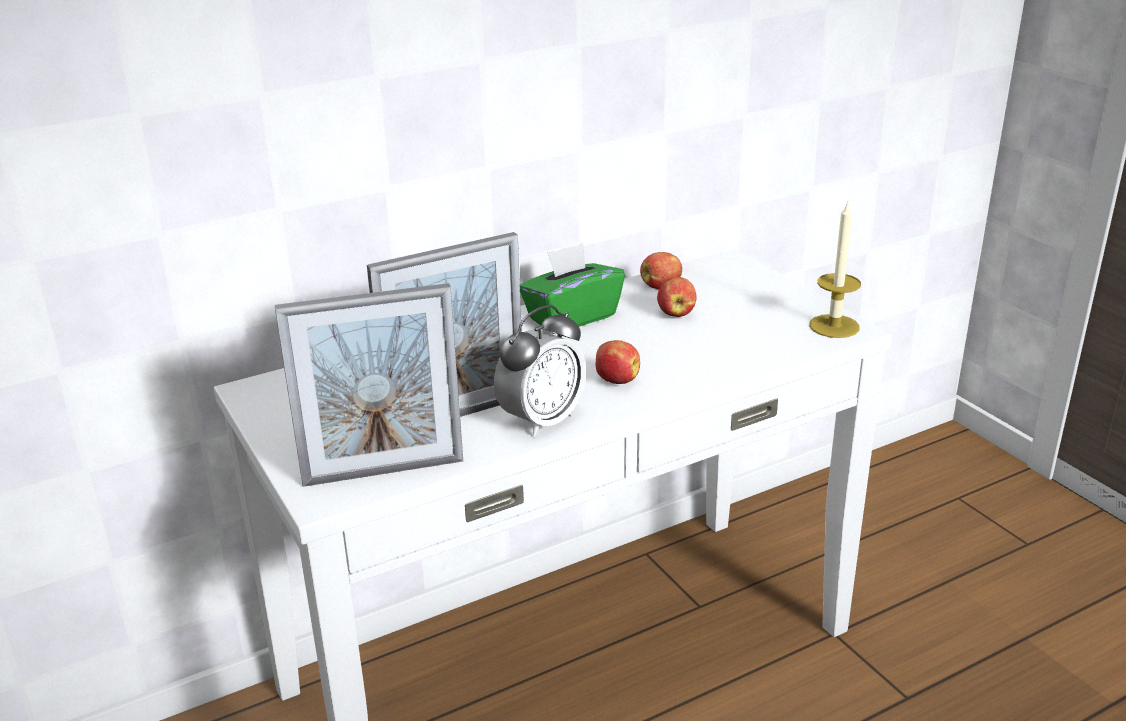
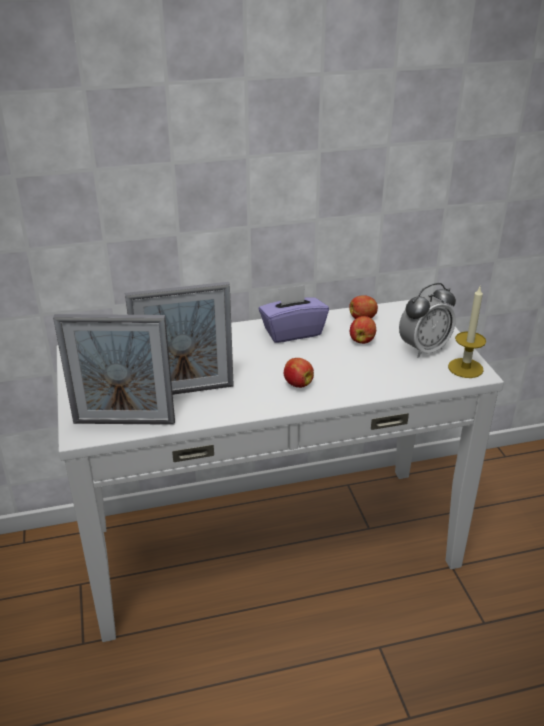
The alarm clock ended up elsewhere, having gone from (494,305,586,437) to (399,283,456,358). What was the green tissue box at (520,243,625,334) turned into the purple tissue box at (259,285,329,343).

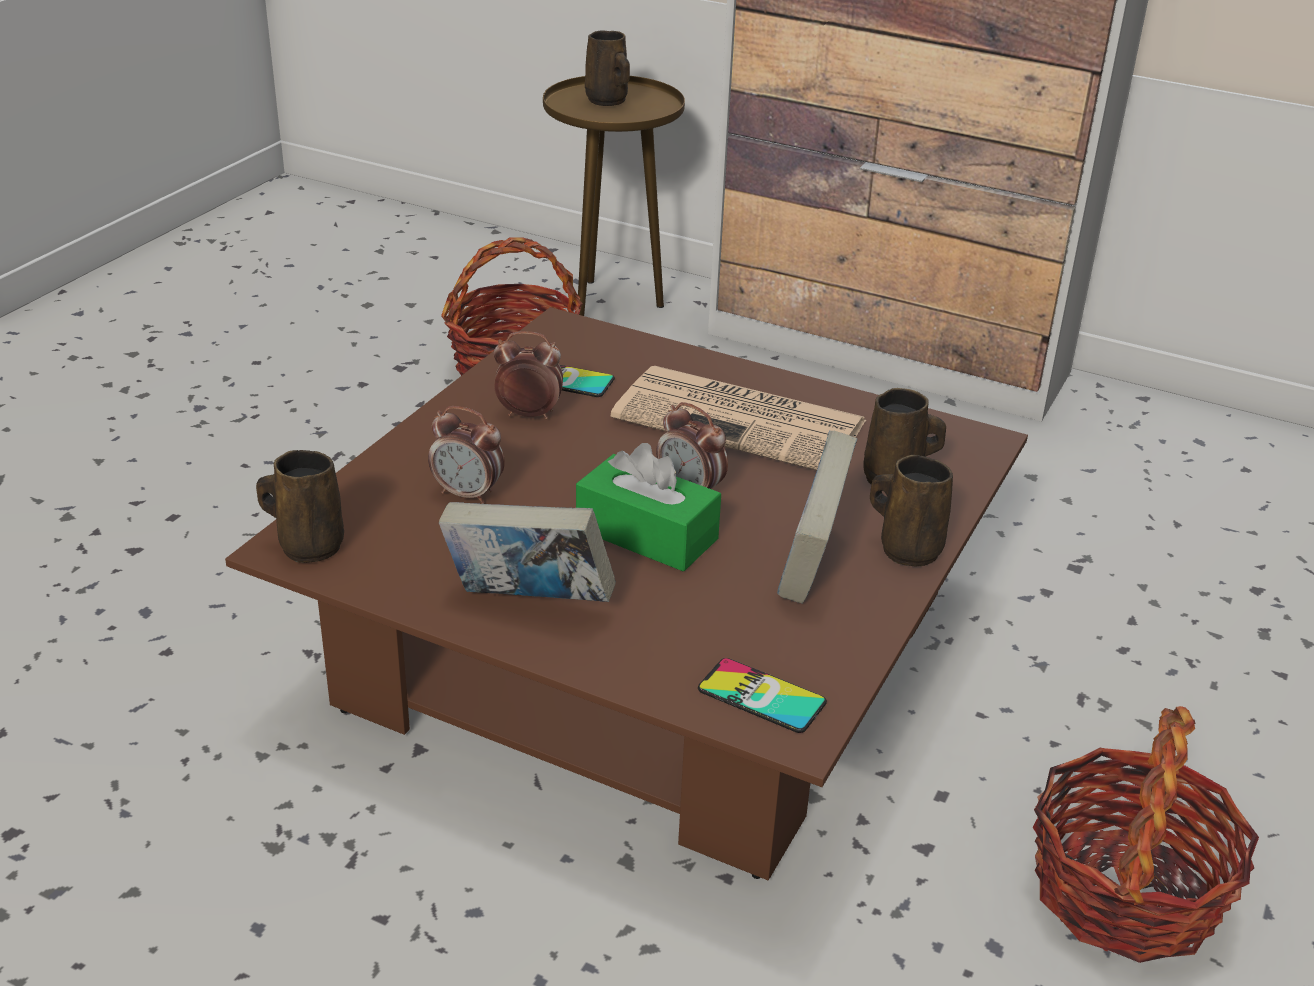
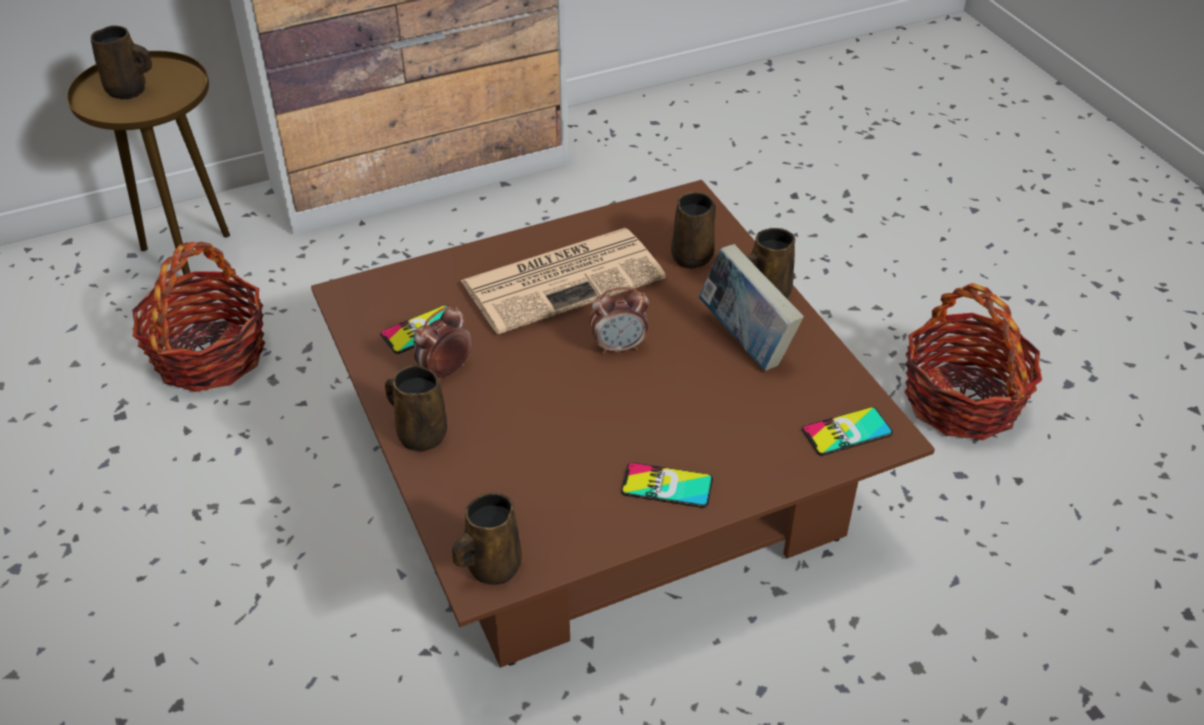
The second view lost the alarm clock at (428,406,505,504). The second view lost the green tissue box at (576,443,721,571). The second view gained the brown mug at (385,365,447,451). Where the book stood at (439,502,616,602), the phone came to stand at (621,462,713,508).

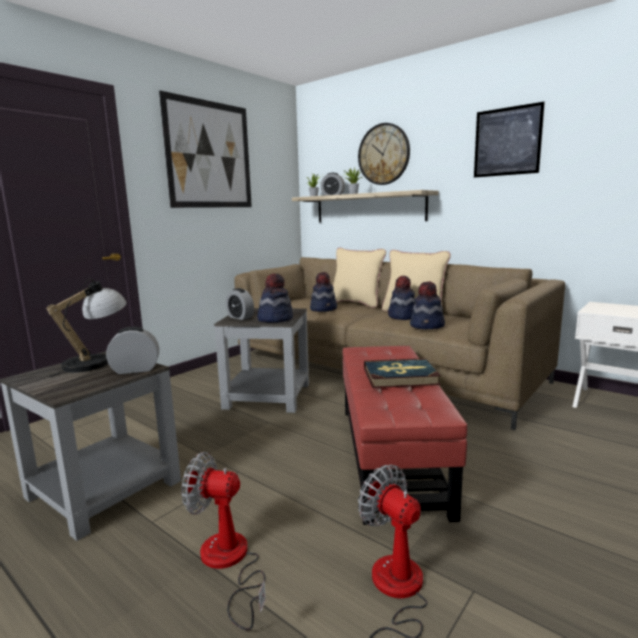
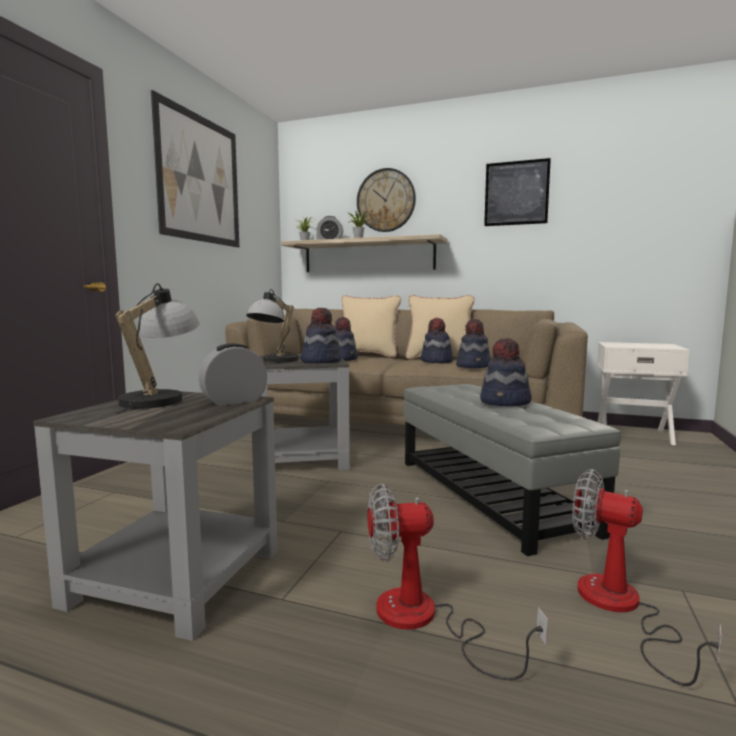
Where the alarm clock stood at (226,288,254,320), the table lamp came to stand at (246,289,298,363). Where the book stood at (364,358,441,388), the hat came to stand at (480,338,532,406). What was the red ottoman at (342,346,467,525) turned into the grey ottoman at (404,384,621,556).

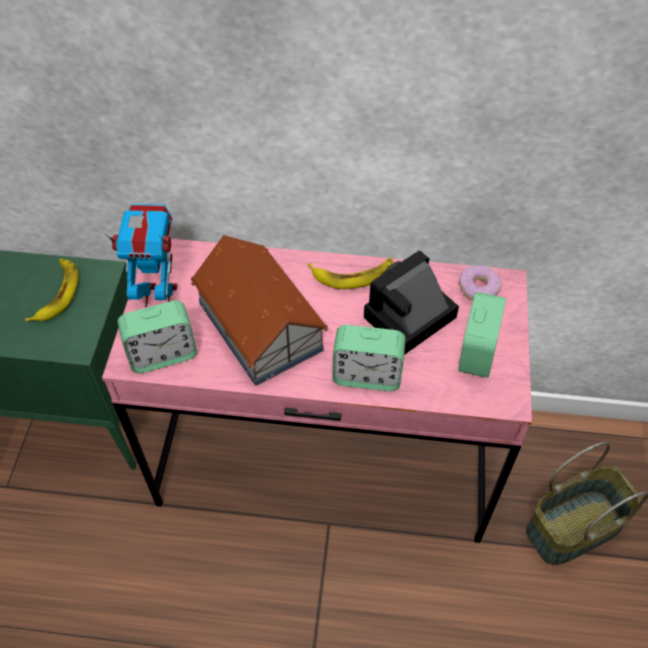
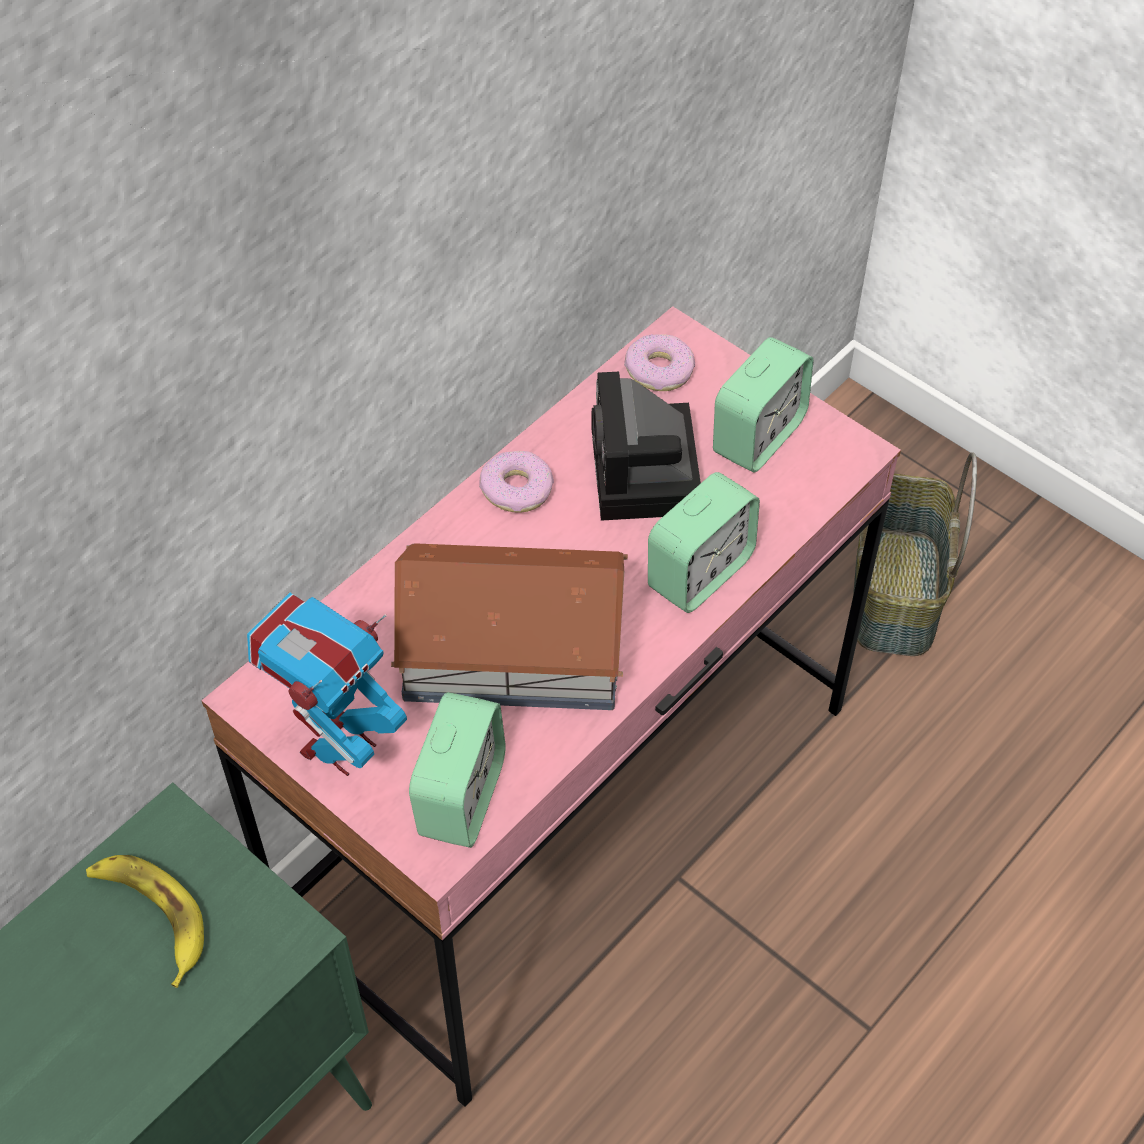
Where the banana stood at (308,258,393,289), the donut came to stand at (479,451,554,513). The alarm clock at (458,292,506,378) ended up facing another way, 75 degrees clockwise from before.

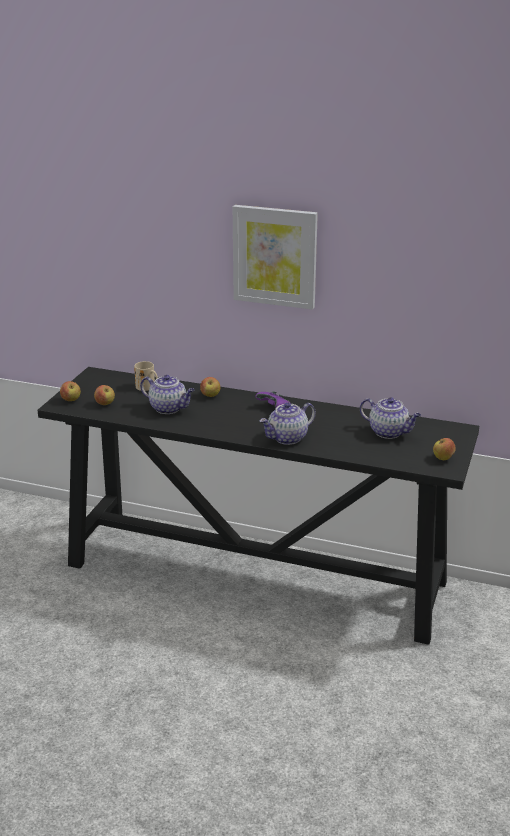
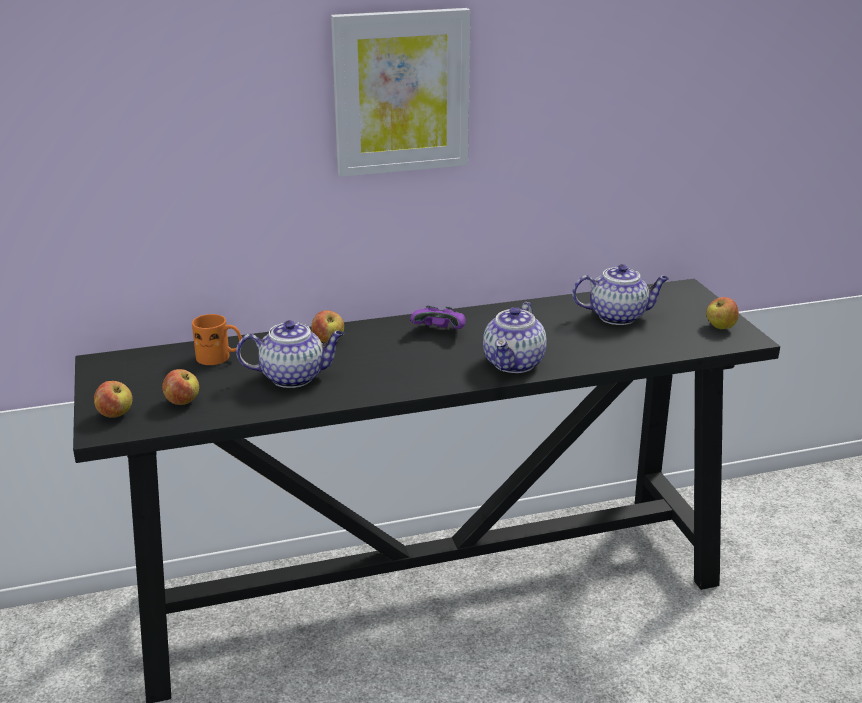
What was the beige mug at (134,361,158,391) turned into the orange mug at (192,314,242,365).

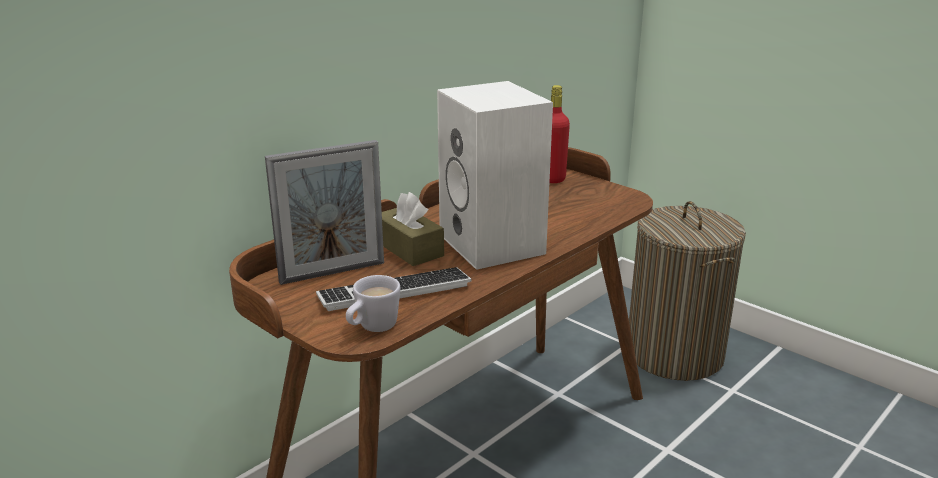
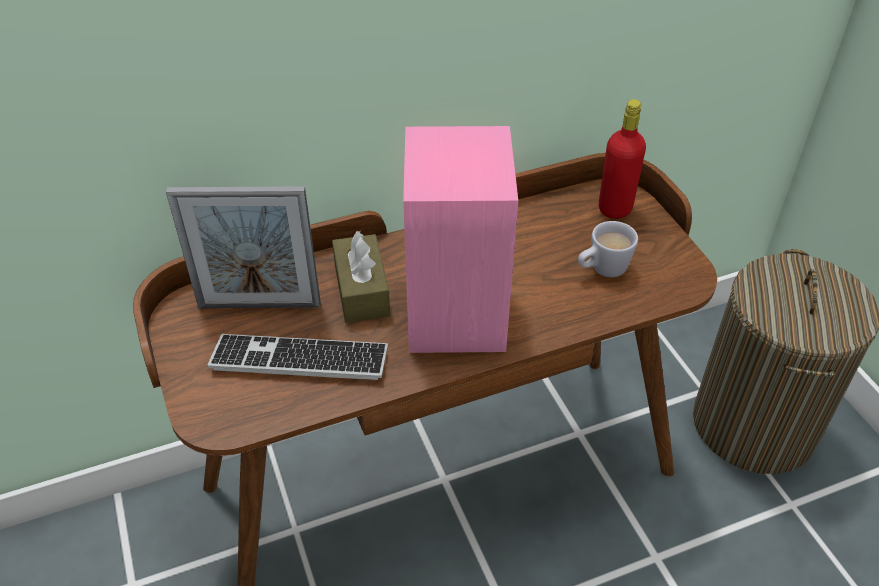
The white mug ended up elsewhere, having gone from (346,275,400,332) to (578,221,638,277). What was the white speaker at (437,81,553,270) turned into the pink speaker at (403,126,518,353).

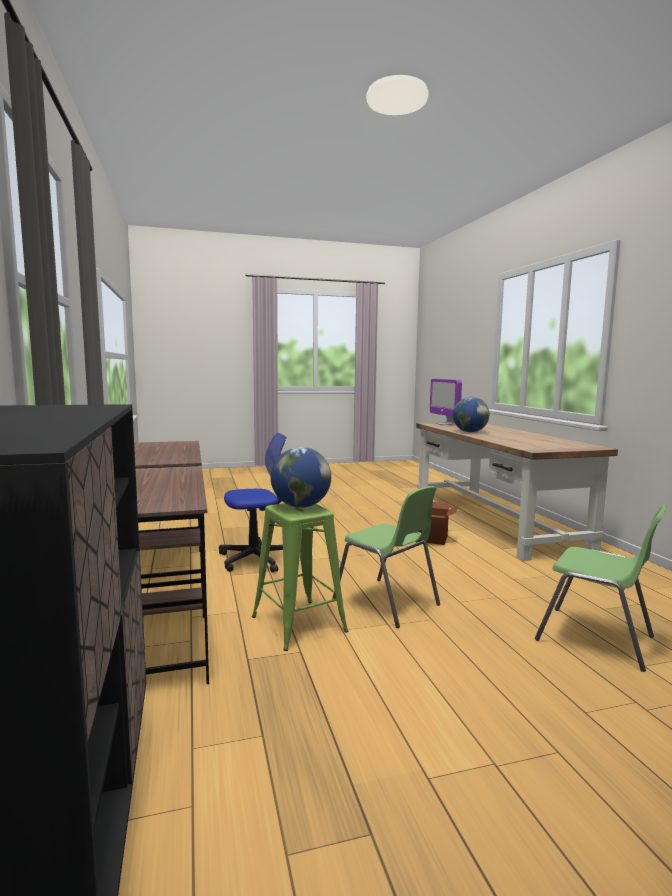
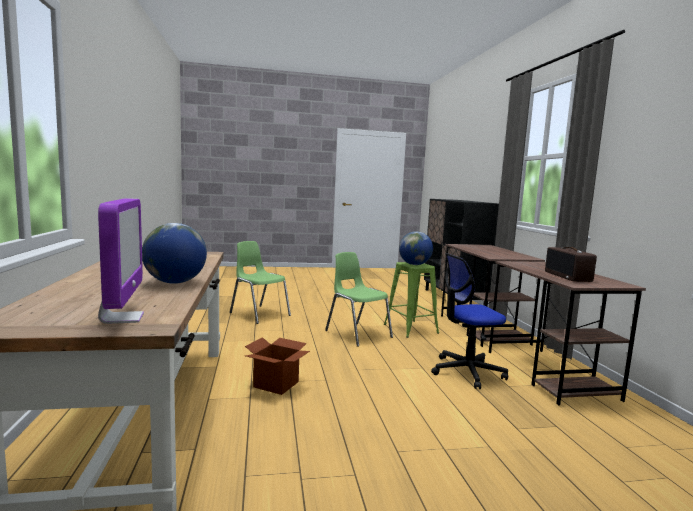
The second view gained the radio at (545,247,597,282).

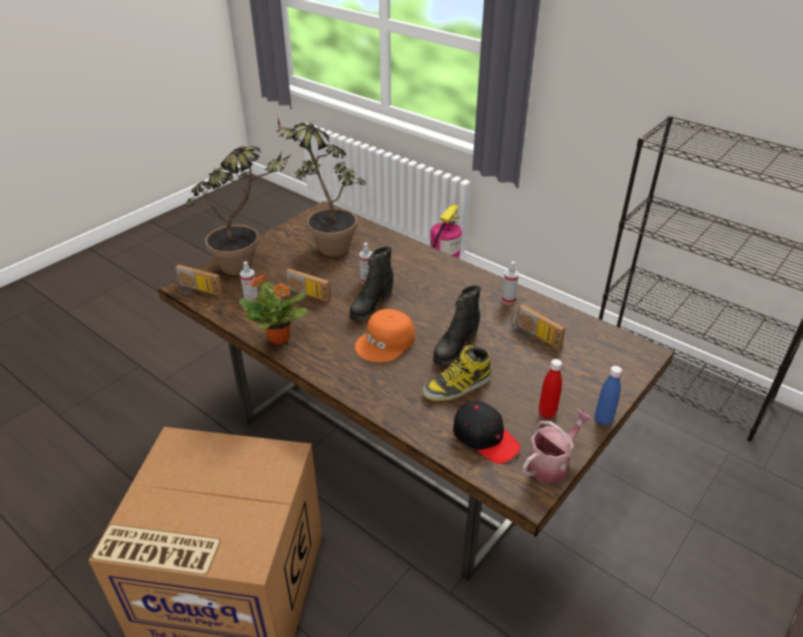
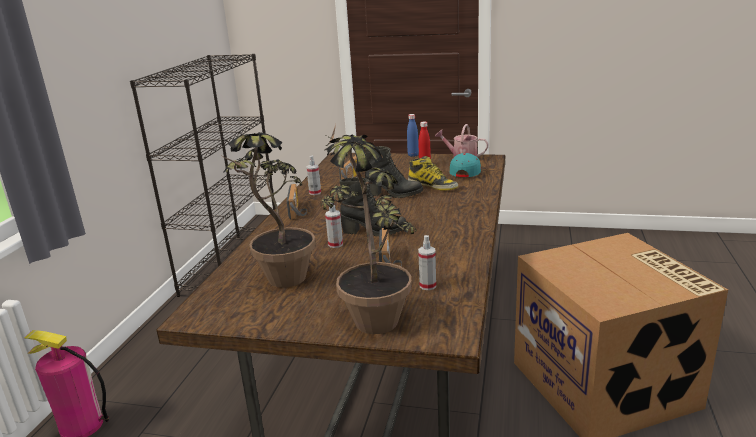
The second view lost the potted plant at (239,274,308,345). The second view lost the orange cap at (355,309,415,362). The radio ended up elsewhere, having gone from (172,264,223,296) to (287,184,307,220). What was the black cap at (453,401,521,464) turned into the turquoise cap at (450,153,481,177).

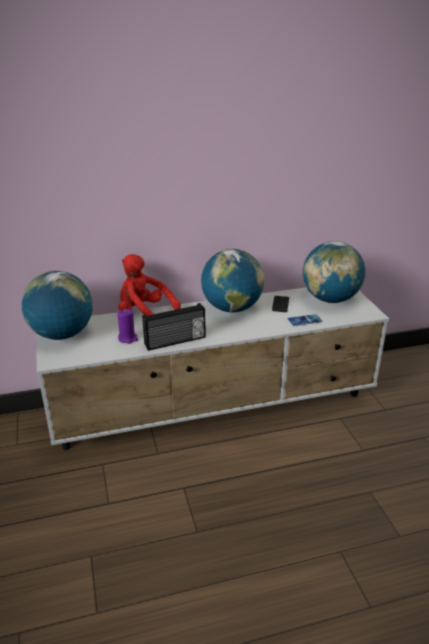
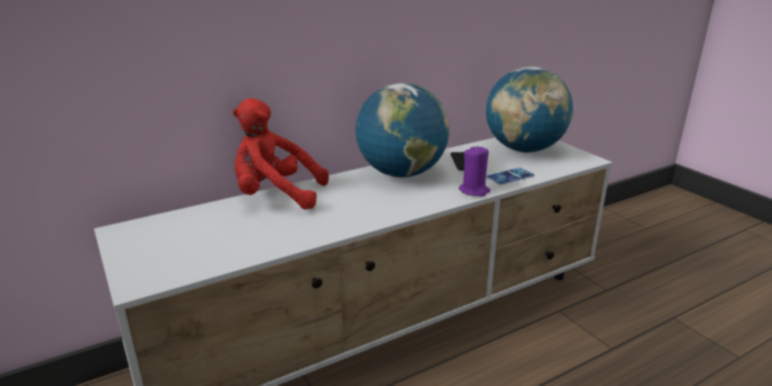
The second view lost the globe at (21,271,93,340). The second view lost the radio at (142,303,205,351). The purple candle ended up elsewhere, having gone from (118,309,138,344) to (459,145,490,196).

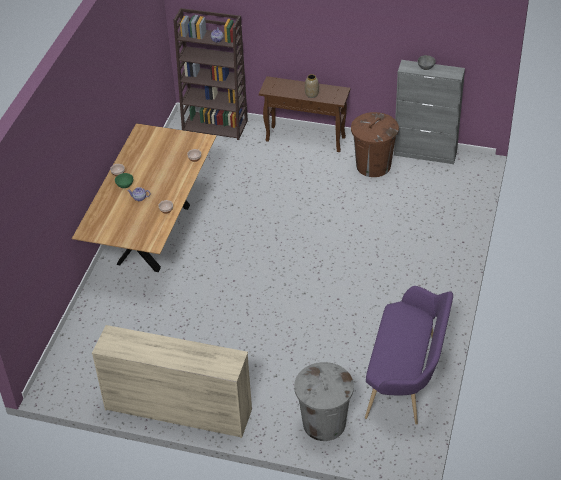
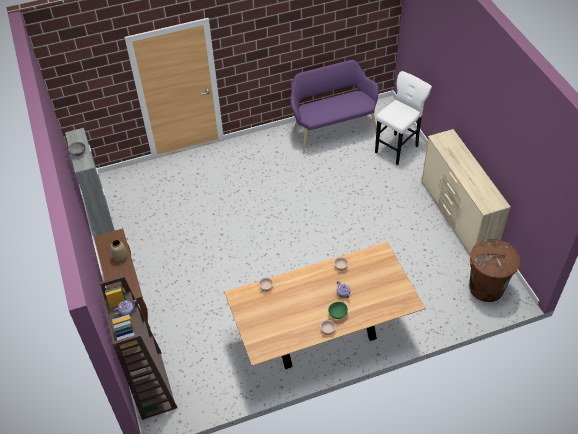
The brown trash can ended up elsewhere, having gone from (351,112,399,177) to (469,239,520,302). Where the grey trash can stood at (294,362,354,441), the white stool came to stand at (375,71,432,165).

